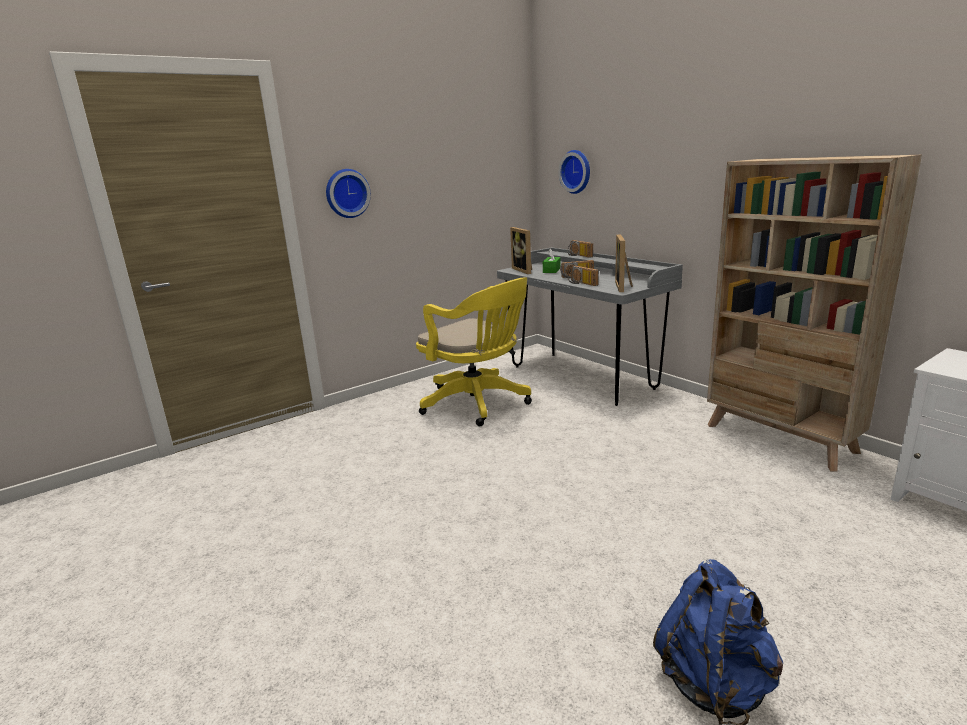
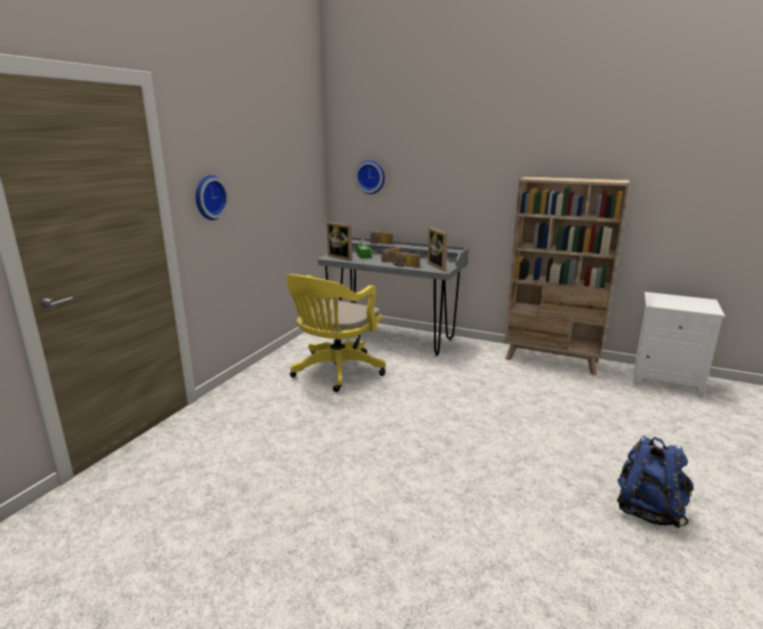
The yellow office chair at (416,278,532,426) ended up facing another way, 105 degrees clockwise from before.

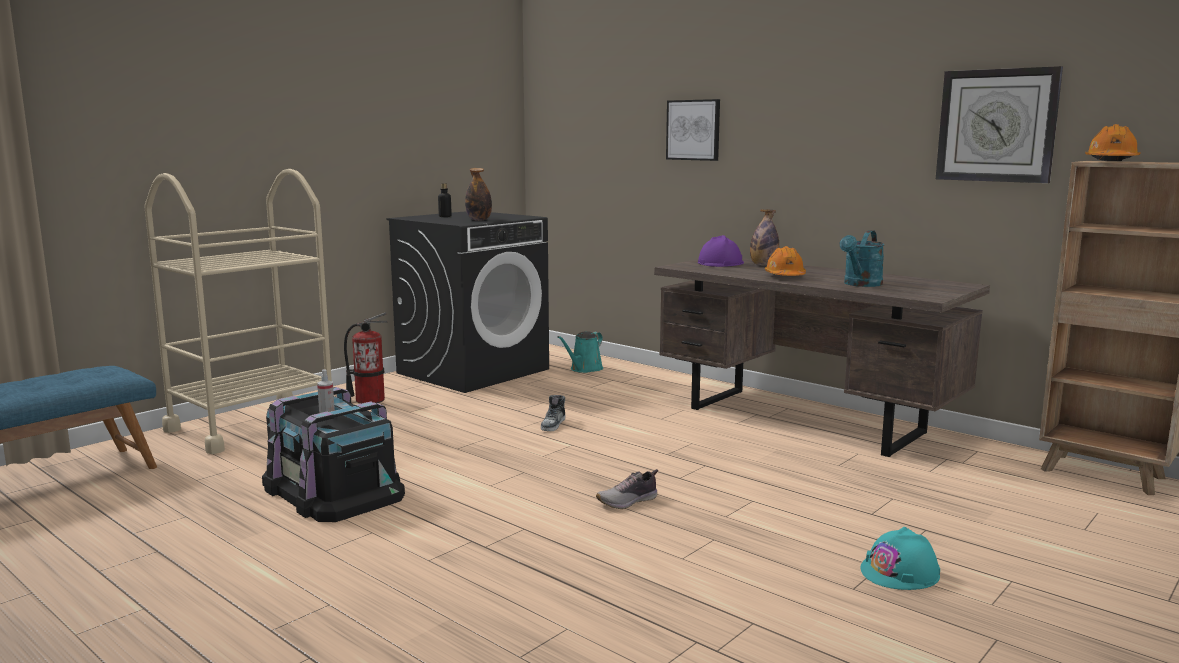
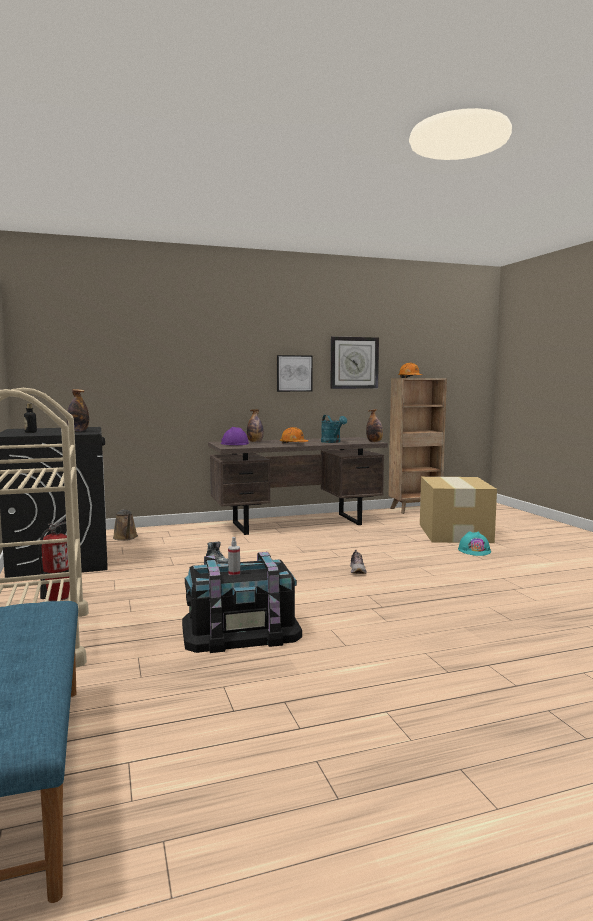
The second view gained the bottle at (366,409,383,442). The second view gained the cardboard box at (420,477,497,543). The picture ended up elsewhere, having gone from (666,99,720,161) to (277,355,313,392). What was the turquoise watering can at (557,331,603,373) turned into the brown watering can at (113,509,138,541).

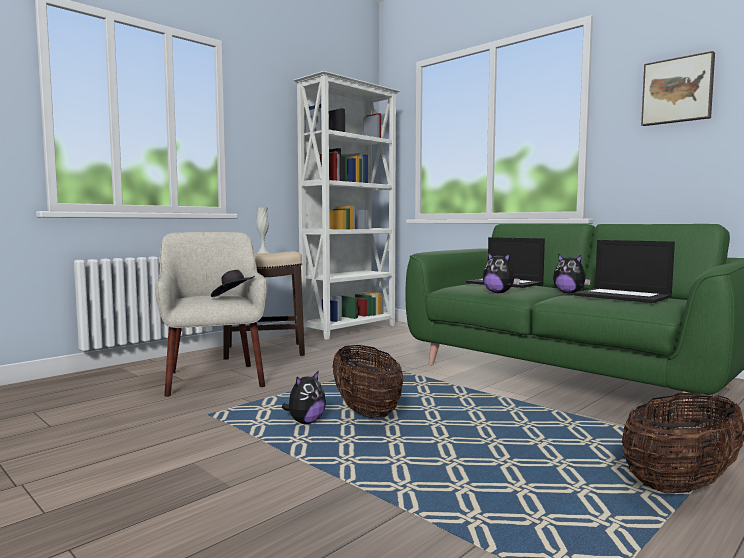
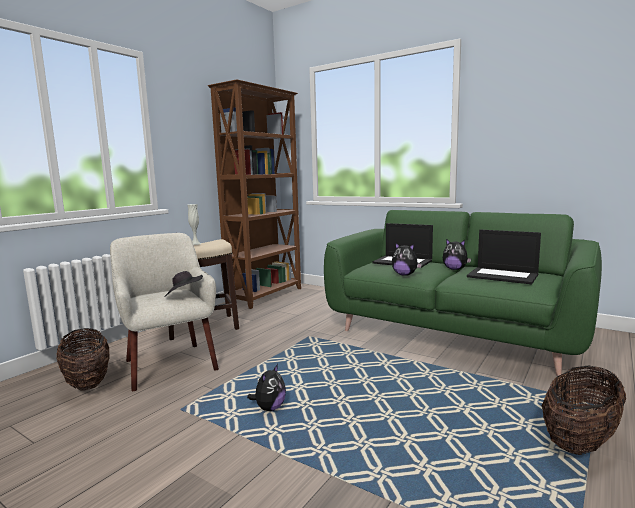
The second view lost the picture at (641,51,715,126). The basket ended up elsewhere, having gone from (332,345,403,418) to (56,328,110,390). What was the white bookcase at (294,71,400,340) turned into the brown bookcase at (208,79,301,309).

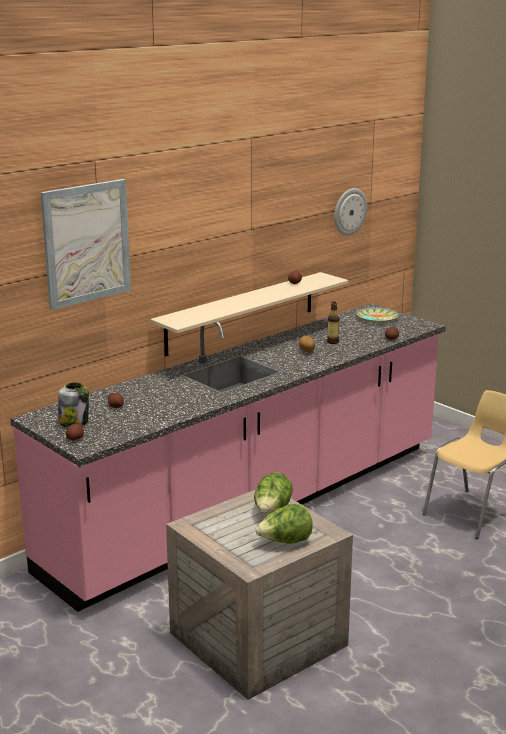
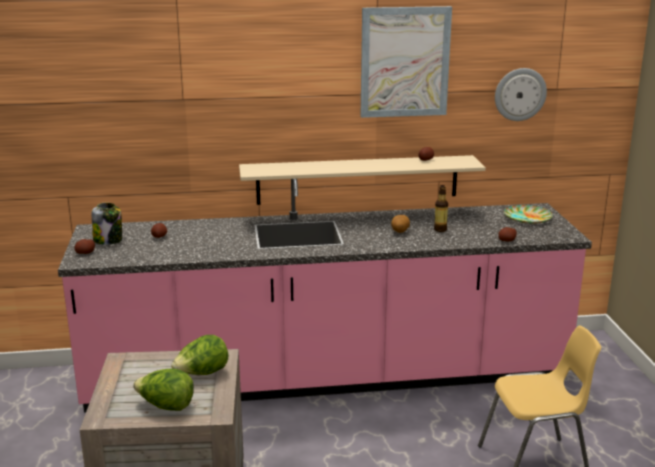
The picture ended up elsewhere, having gone from (40,179,131,310) to (360,6,452,118).

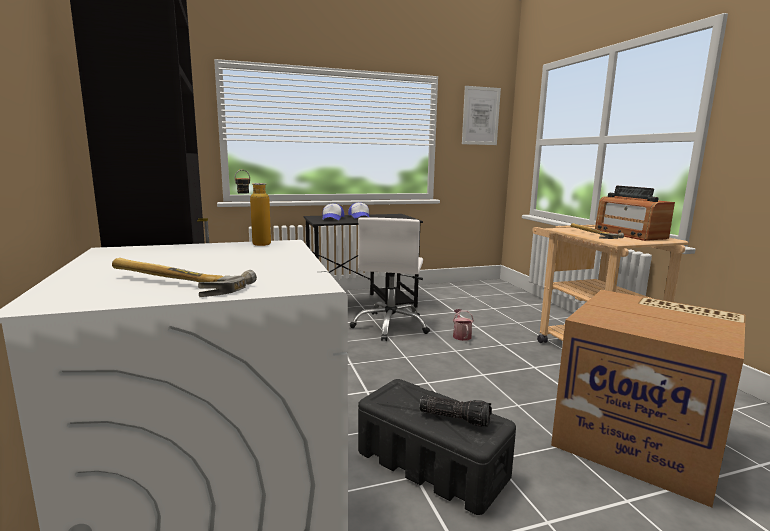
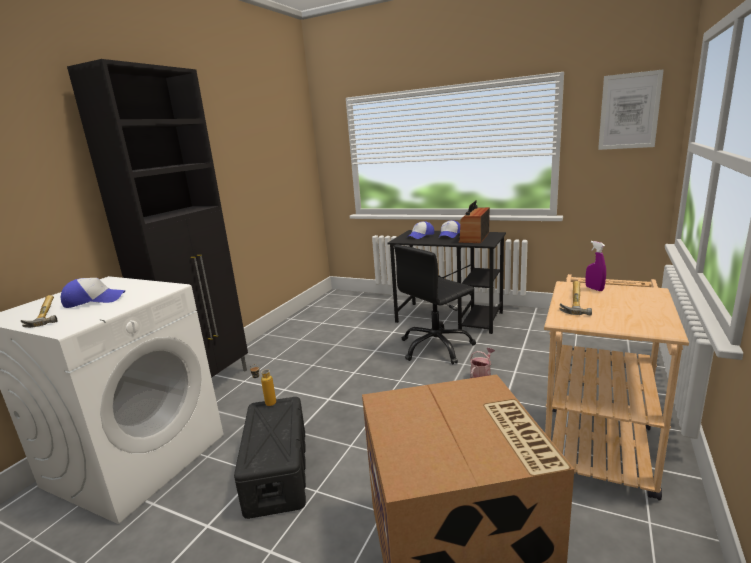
The second view lost the flashlight at (420,396,492,427). The second view gained the cap at (61,278,125,308). The second view gained the purple spray bottle at (586,241,606,291). The bottle ended up elsewhere, having gone from (234,169,271,246) to (250,364,276,406). The radio ended up elsewhere, having gone from (595,186,675,241) to (458,200,490,243). What was the white office chair at (350,217,430,341) turned into the black office chair at (394,245,476,364).

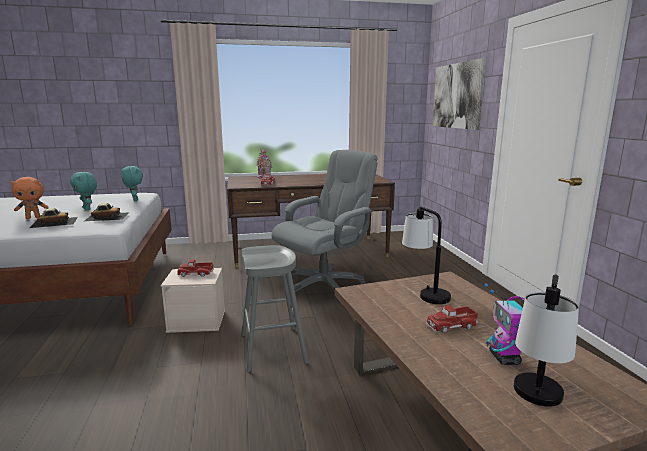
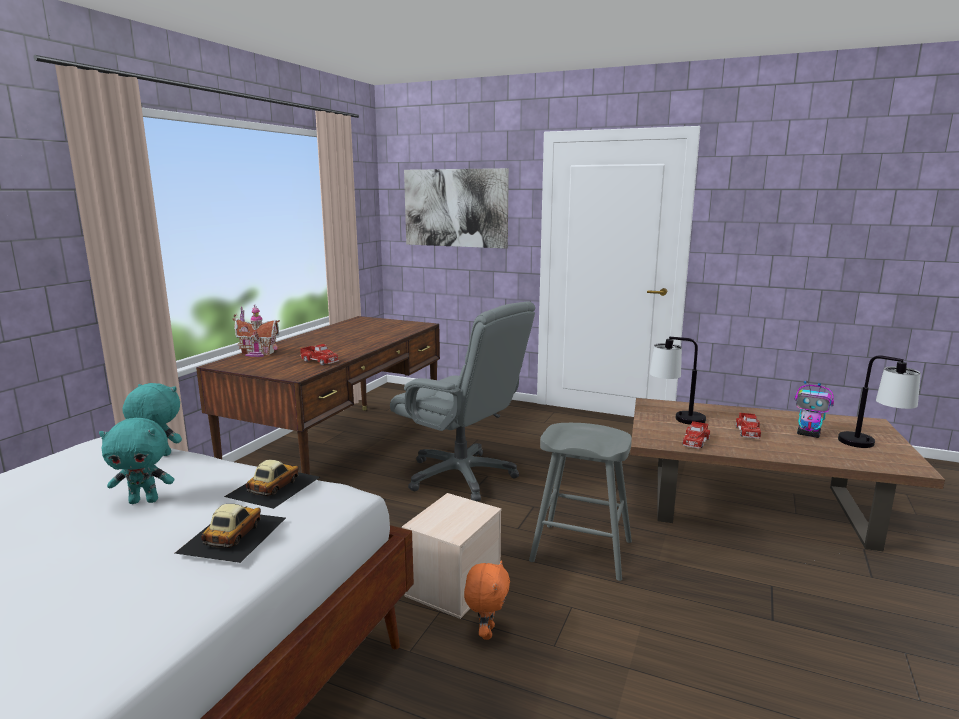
The orange plush toy ended up elsewhere, having gone from (10,177,49,219) to (464,560,510,640). The toy truck ended up elsewhere, having gone from (177,259,214,277) to (683,421,710,449). The grey office chair at (271,150,378,303) ended up facing another way, 135 degrees clockwise from before.

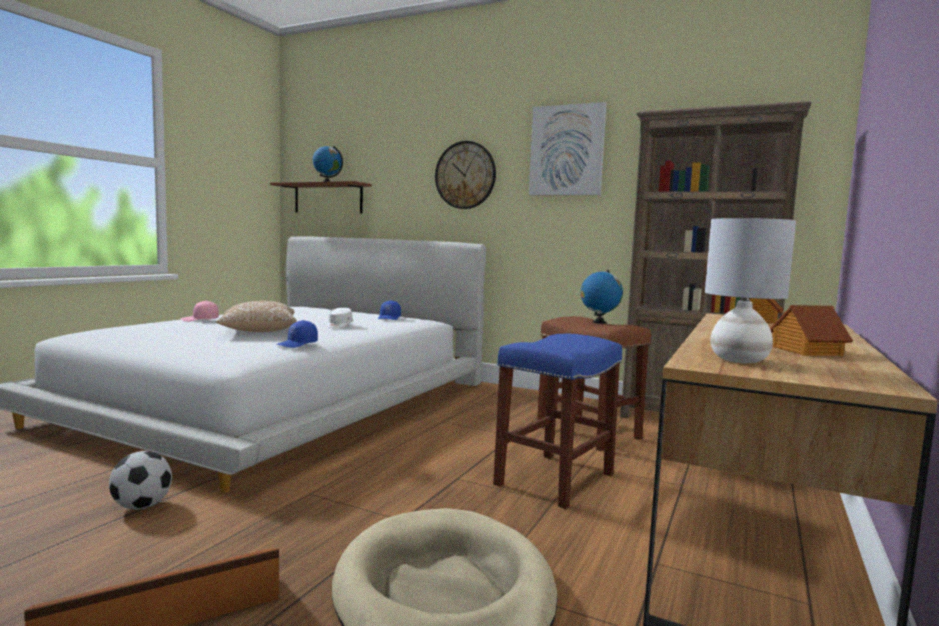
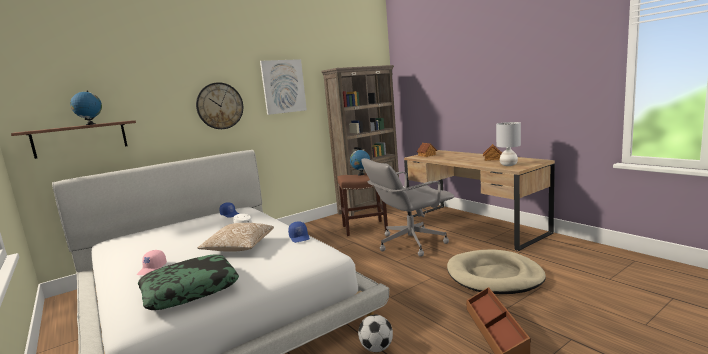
The second view gained the pillow at (138,254,239,310). Where the blue stool stood at (493,334,622,509), the grey office chair came to stand at (361,158,454,257).

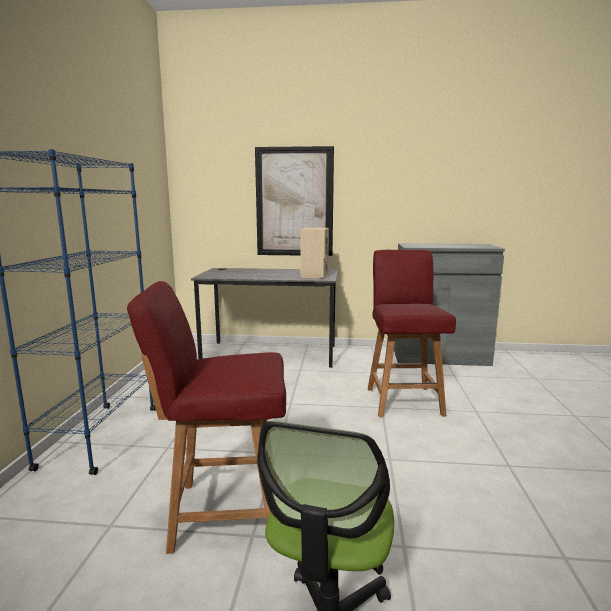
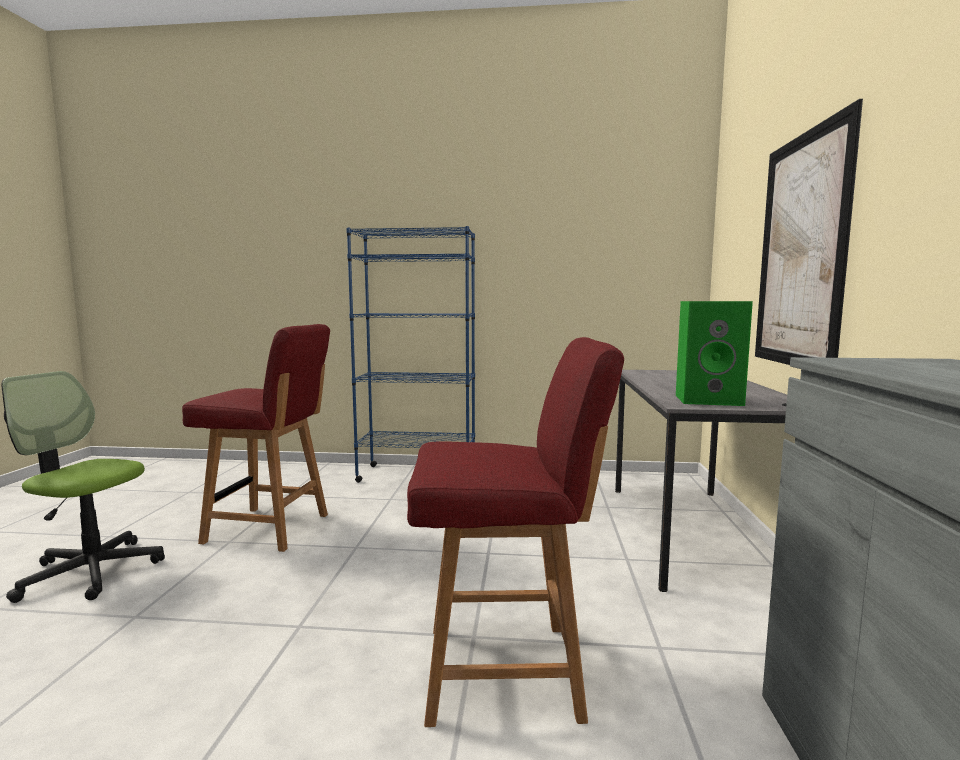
What was the beige speaker at (300,228,329,279) turned into the green speaker at (676,301,753,406). The red chair at (127,281,286,554) ended up facing another way, 105 degrees clockwise from before.

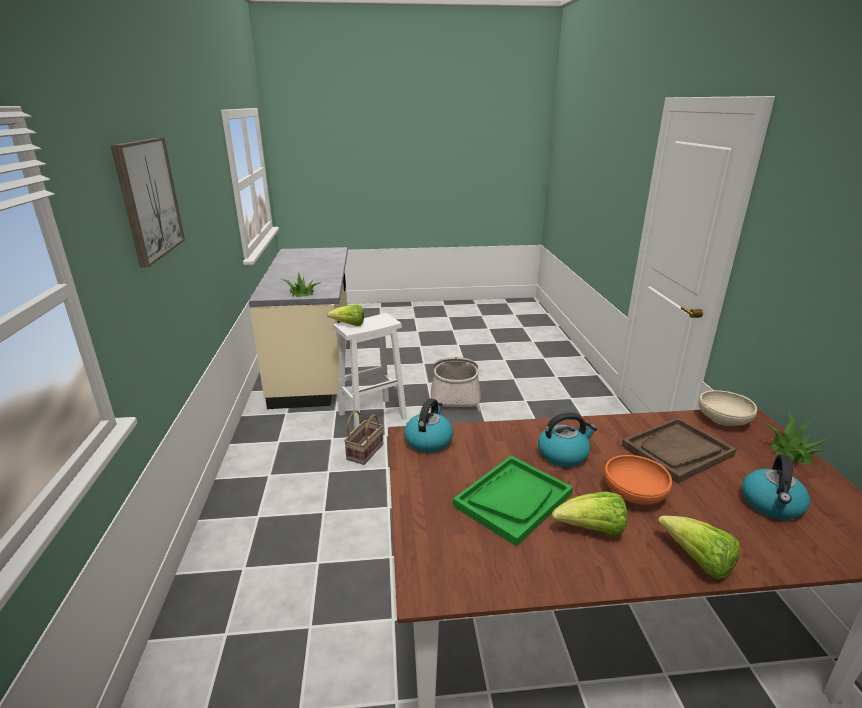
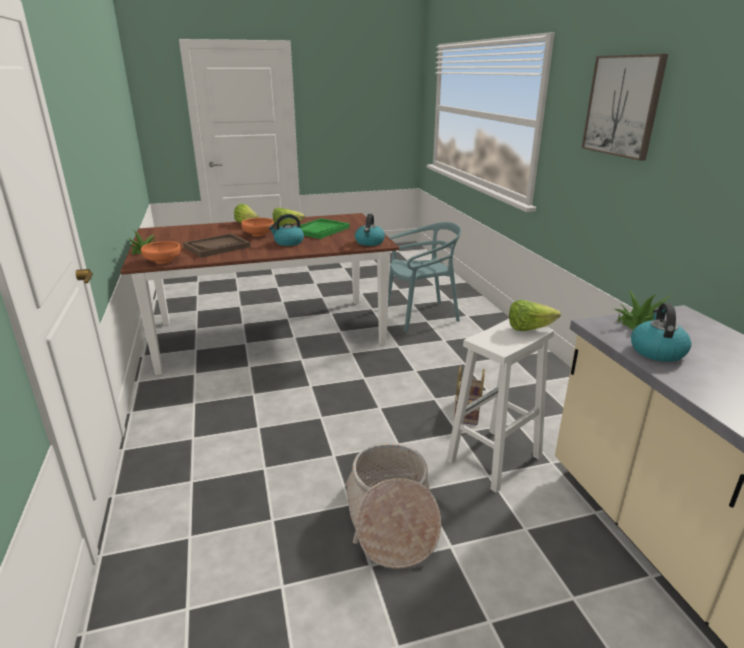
The second view gained the turquoise chair at (388,222,461,332). The kettle ended up elsewhere, having gone from (742,454,810,520) to (631,303,691,362). What was the beige bowl at (698,390,757,426) turned into the orange bowl at (141,241,181,264).

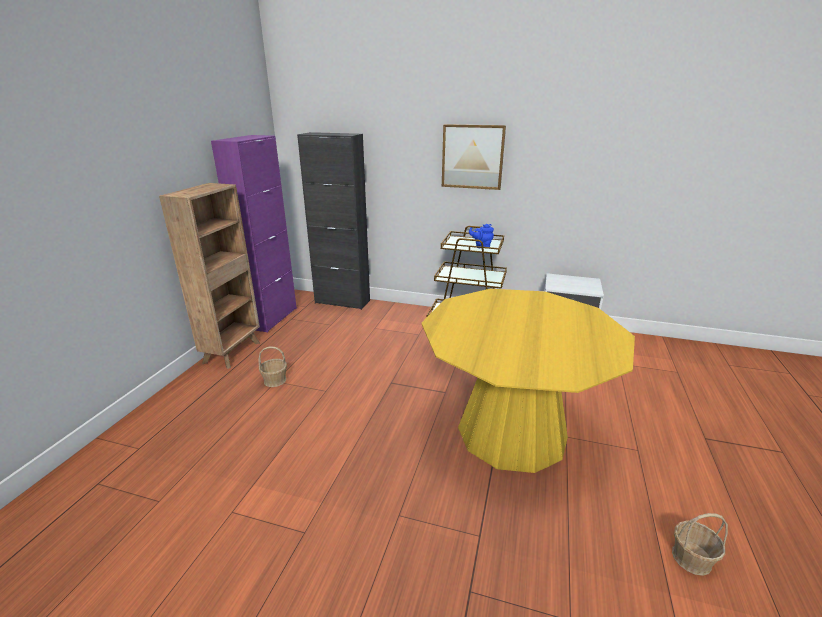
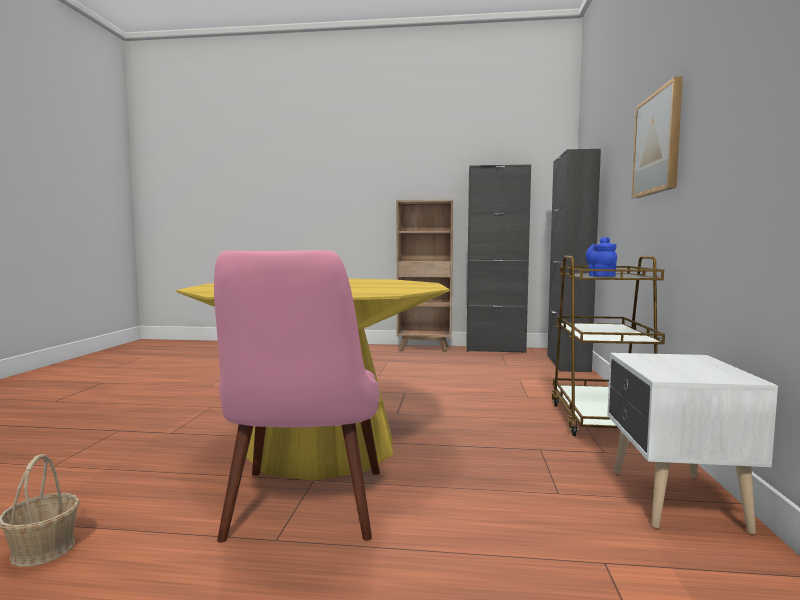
The second view lost the basket at (258,346,287,387). The second view gained the pink chair at (214,250,380,543). What was the purple cabinet at (211,135,297,332) turned into the black cabinet at (466,164,531,353).

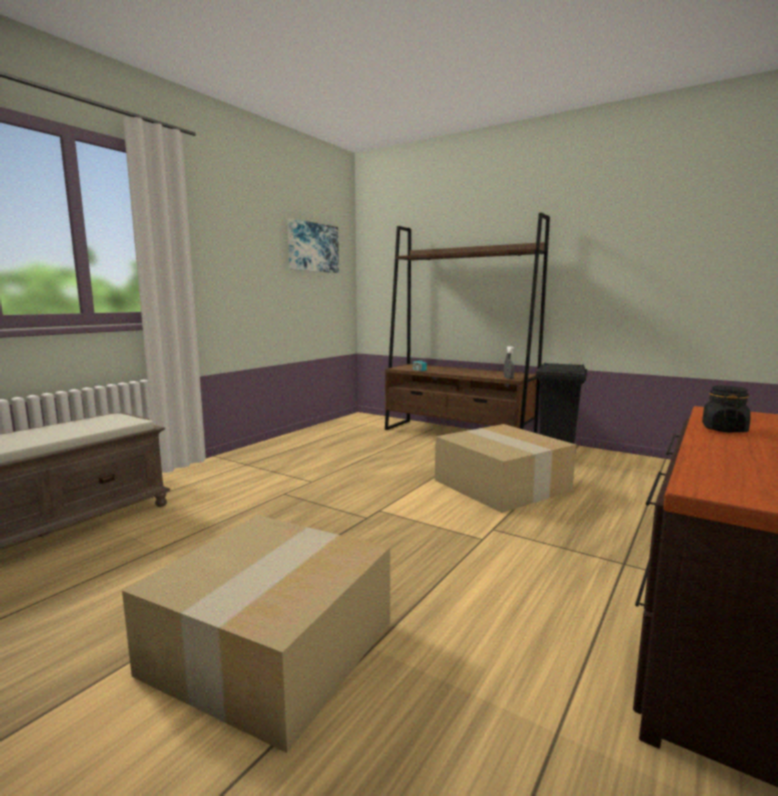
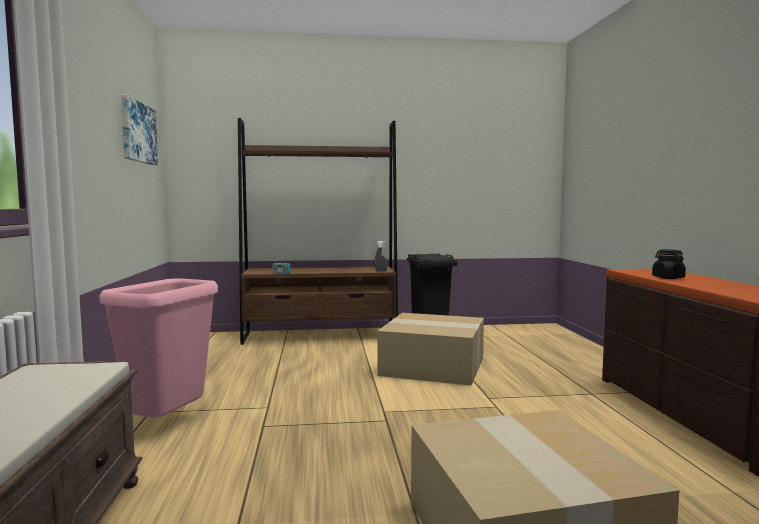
The second view gained the pink trash can at (99,278,218,418).

